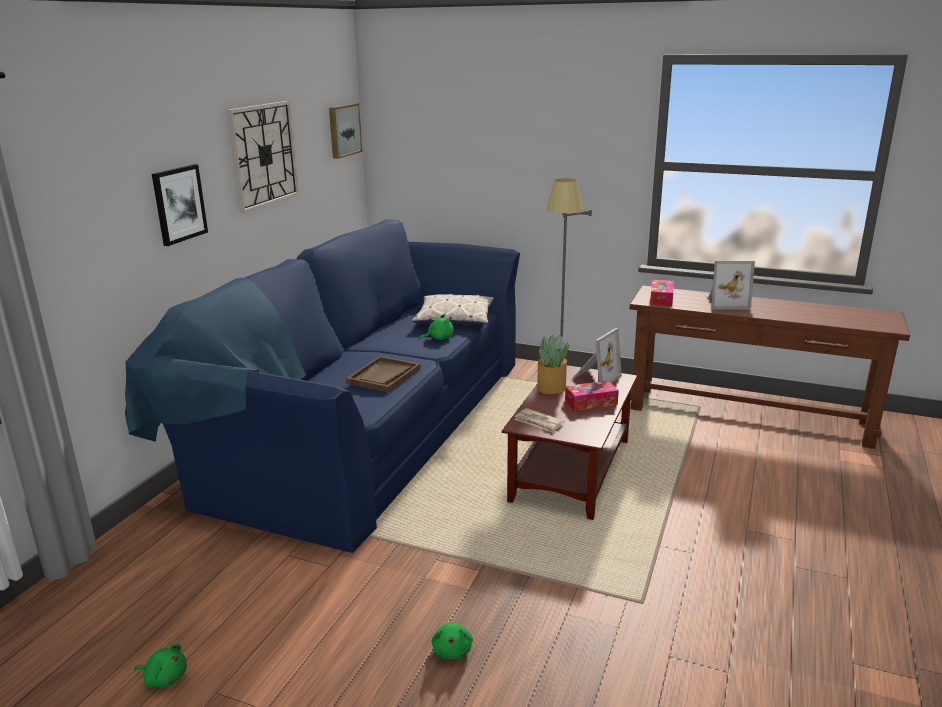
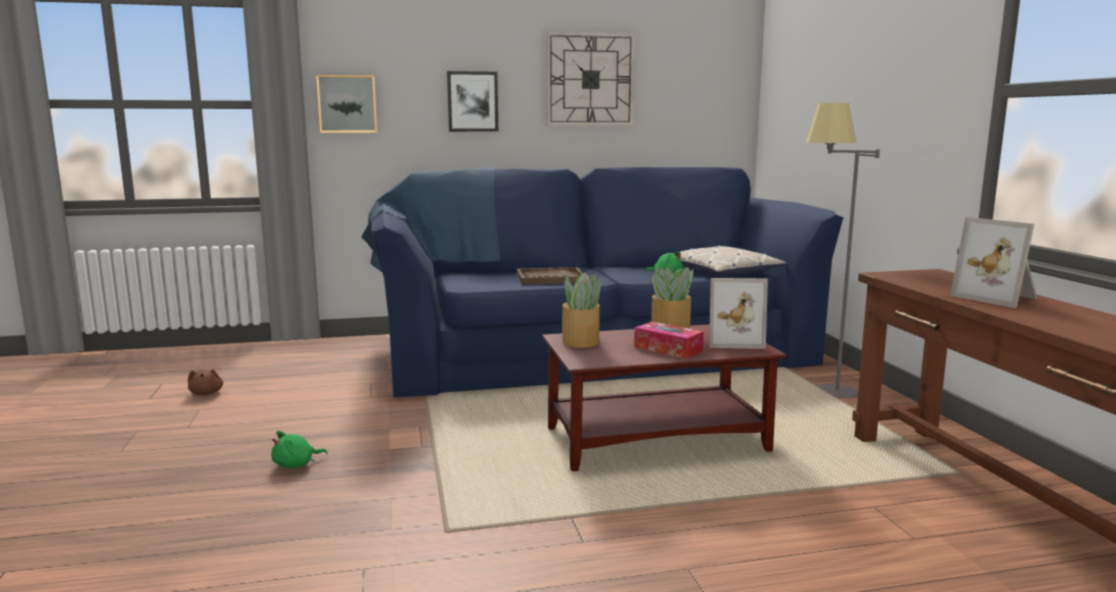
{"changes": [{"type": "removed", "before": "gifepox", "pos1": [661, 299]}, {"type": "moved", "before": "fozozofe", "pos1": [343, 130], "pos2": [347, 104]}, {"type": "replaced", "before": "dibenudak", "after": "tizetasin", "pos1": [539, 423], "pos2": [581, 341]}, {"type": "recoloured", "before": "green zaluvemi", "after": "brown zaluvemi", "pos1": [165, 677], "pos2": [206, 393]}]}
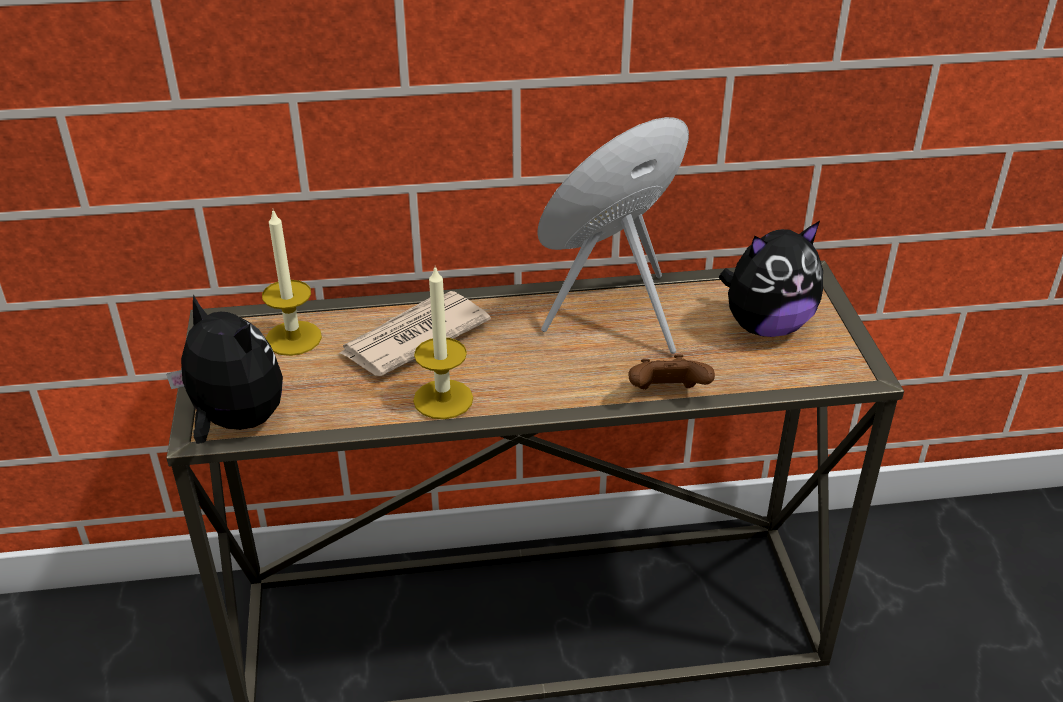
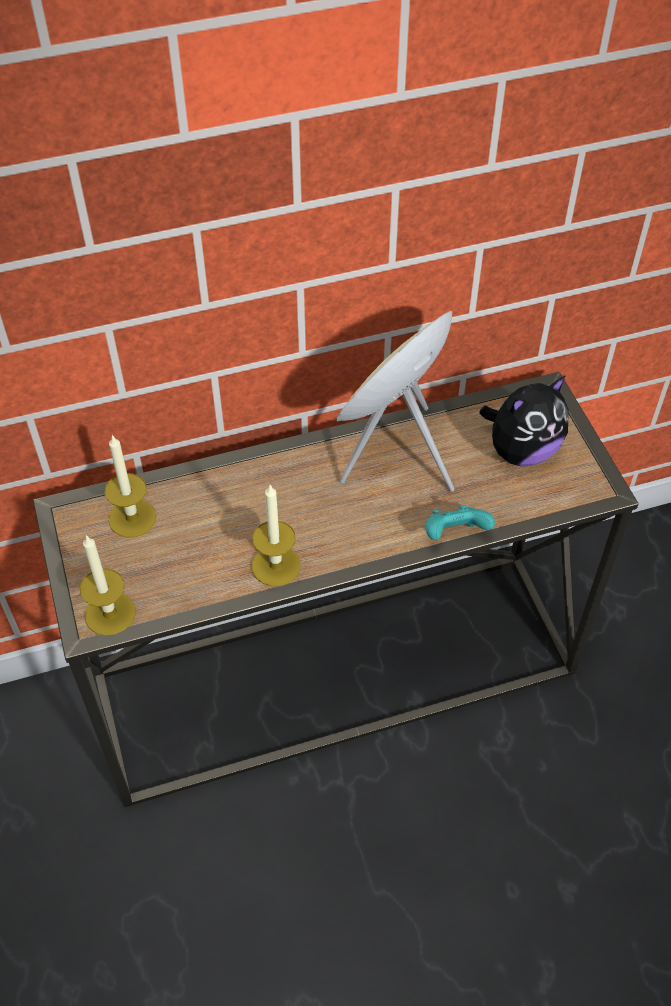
{"changes": [{"type": "removed", "before": "dibenudak", "pos1": [413, 338]}, {"type": "replaced", "before": "zaluvemi", "after": "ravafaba", "pos1": [235, 422], "pos2": [110, 614]}, {"type": "recoloured", "before": "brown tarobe", "after": "turquoise tarobe", "pos1": [667, 395], "pos2": [454, 535]}]}
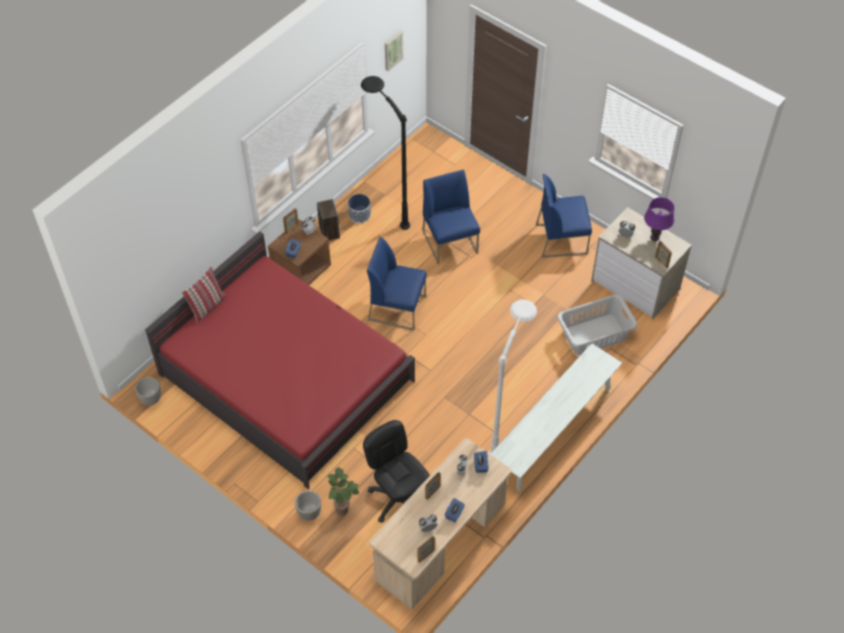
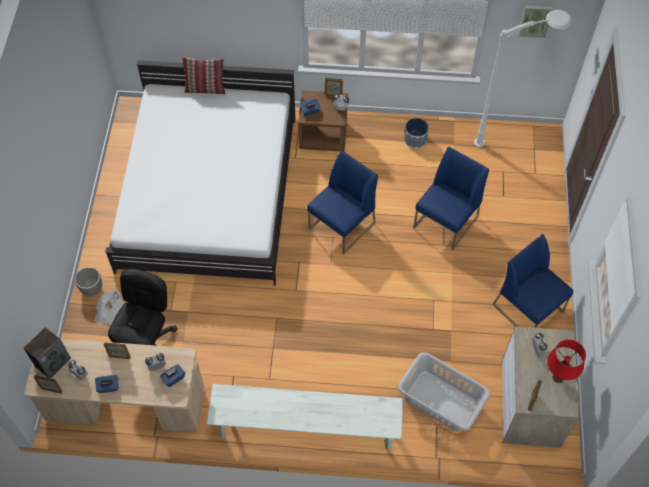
{"changes": [{"type": "removed", "before": "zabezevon", "pos1": [150, 399]}, {"type": "removed", "before": "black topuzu", "pos1": [385, 205]}, {"type": "moved", "before": "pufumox", "pos1": [329, 231], "pos2": [53, 362]}, {"type": "moved", "before": "white topuzu", "pos1": [507, 425], "pos2": [512, 137]}, {"type": "replaced", "before": "tizetasin", "after": "dibenudak", "pos1": [344, 511], "pos2": [110, 312]}, {"type": "recoloured", "before": "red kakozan", "after": "white kakozan", "pos1": [286, 377], "pos2": [209, 191]}, {"type": "recoloured", "before": "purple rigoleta", "after": "red rigoleta", "pos1": [654, 237], "pos2": [557, 377]}, {"type": "turned", "before": "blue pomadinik", "pos1": [397, 307], "pos2": [342, 226], "turn": 60}]}
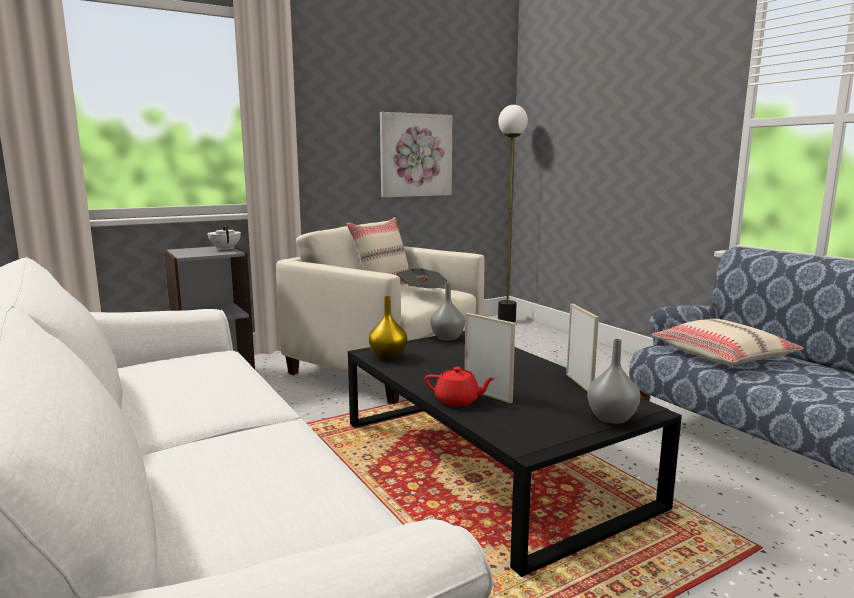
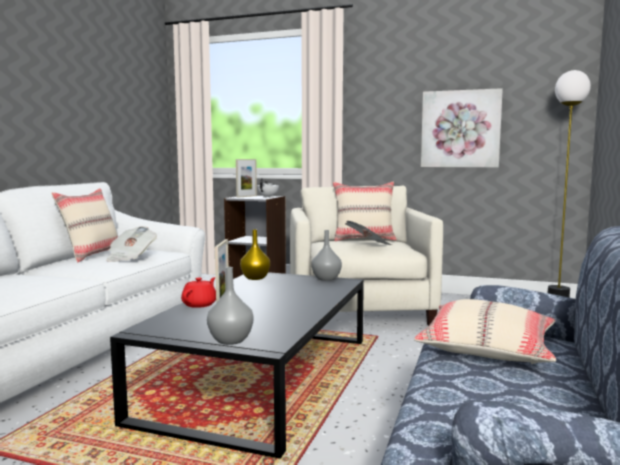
{"changes": [{"type": "added", "after": "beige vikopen", "pos2": [91, 255]}, {"type": "added", "after": "dibenudak", "pos2": [130, 257]}, {"type": "moved", "before": "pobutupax", "pos1": [579, 383], "pos2": [246, 196]}, {"type": "turned", "before": "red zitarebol", "pos1": [458, 401], "pos2": [200, 304], "turn": -135}]}
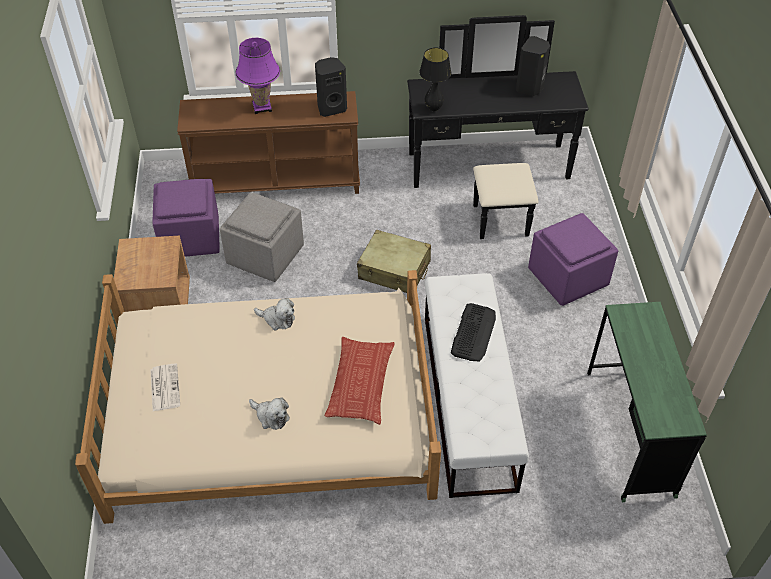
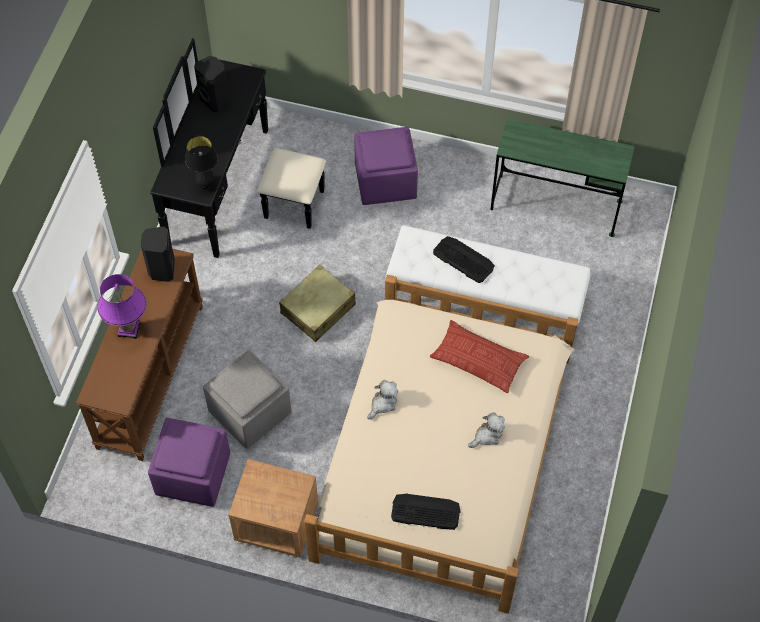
{"changes": [{"type": "replaced", "before": "dibenudak", "after": "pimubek", "pos1": [164, 387], "pos2": [425, 512]}]}
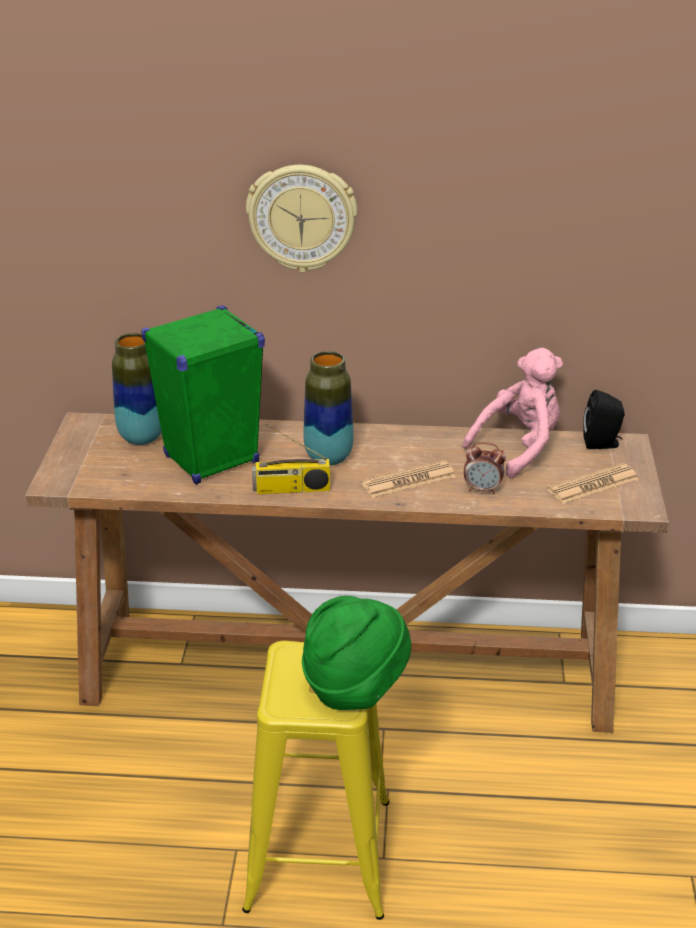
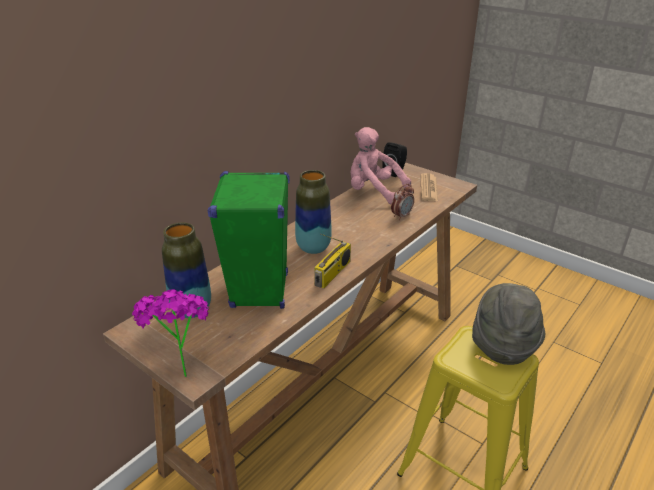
{"changes": [{"type": "removed", "before": "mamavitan", "pos1": [302, 217]}, {"type": "removed", "before": "dibenudak", "pos1": [408, 480]}, {"type": "added", "after": "tizetasin", "pos2": [181, 368]}, {"type": "recoloured", "before": "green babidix", "after": "grey babidix", "pos1": [355, 686], "pos2": [502, 345]}, {"type": "turned", "before": "pink zaluvemi", "pos1": [519, 448], "pos2": [374, 192], "turn": -60}]}
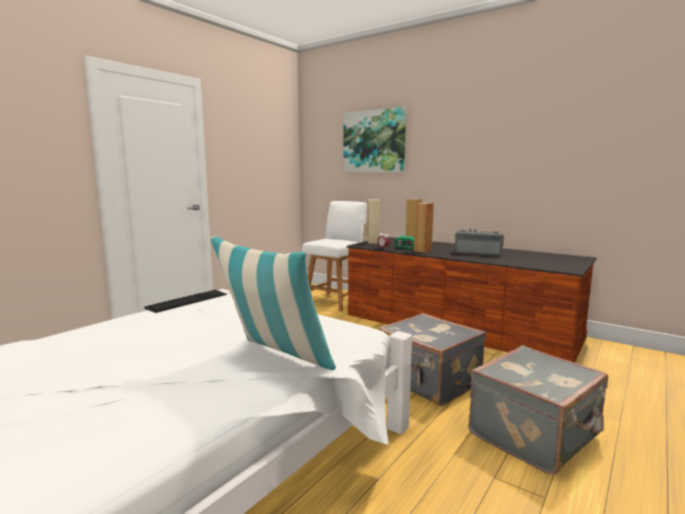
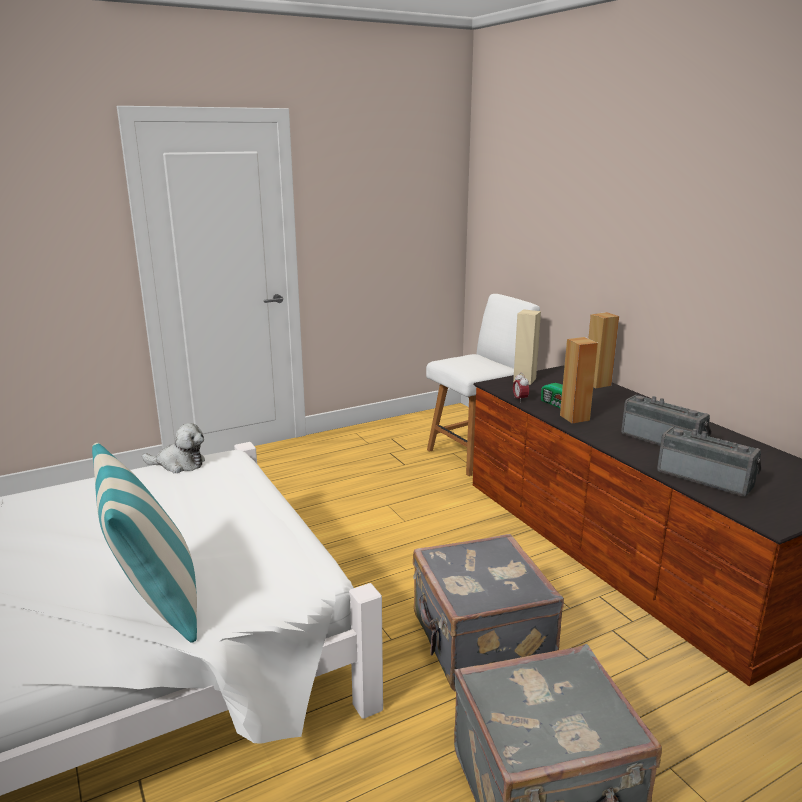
{"changes": [{"type": "removed", "before": "fozozofe", "pos1": [374, 141]}, {"type": "added", "after": "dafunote", "pos2": [705, 478]}, {"type": "replaced", "before": "pimubek", "after": "zaluvemi", "pos1": [188, 301], "pos2": [179, 464]}]}
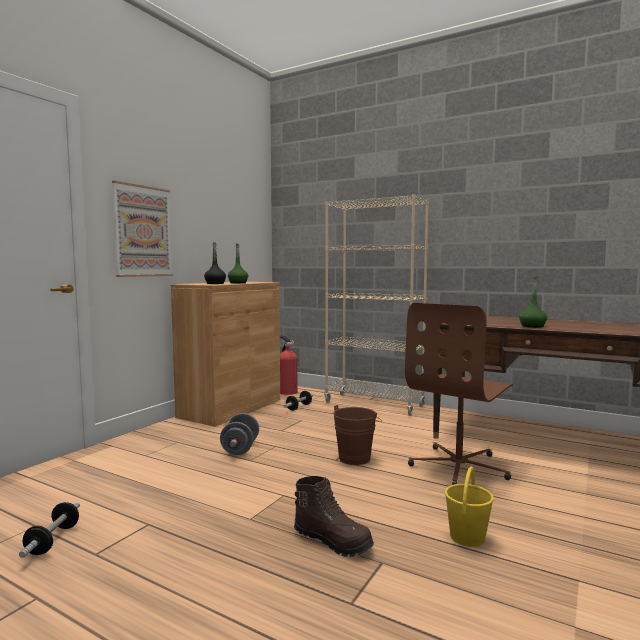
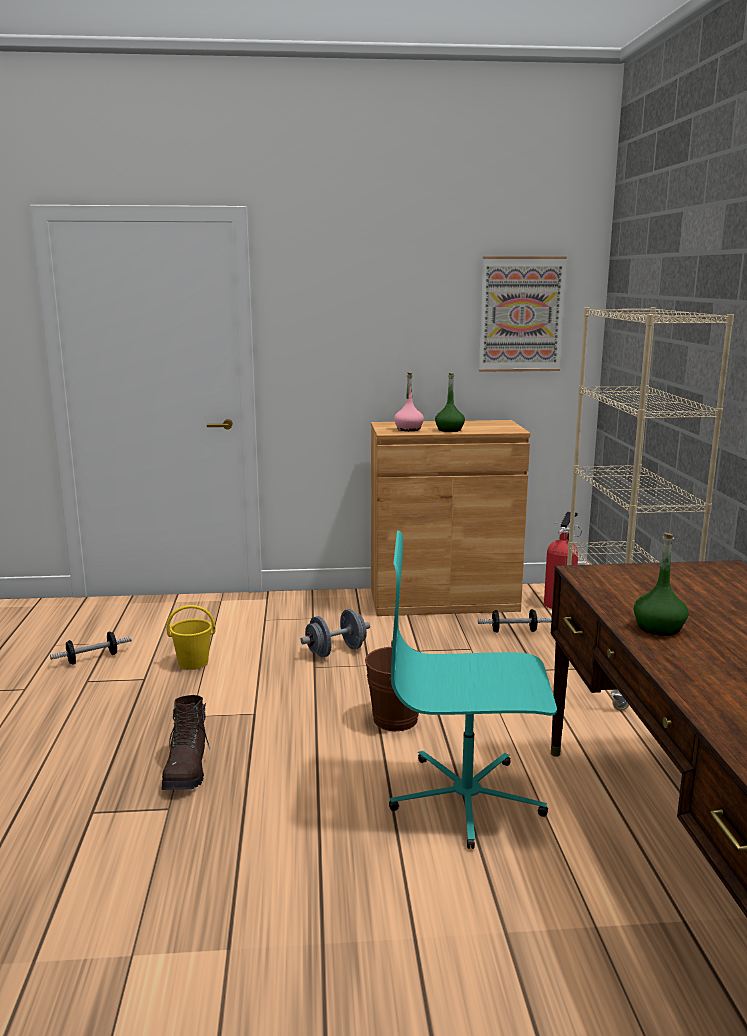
{"changes": [{"type": "moved", "before": "fozozofe", "pos1": [143, 231], "pos2": [521, 314]}, {"type": "moved", "before": "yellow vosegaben", "pos1": [467, 537], "pos2": [194, 663]}, {"type": "recoloured", "before": "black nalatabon", "after": "pink nalatabon", "pos1": [215, 283], "pos2": [409, 429]}, {"type": "recoloured", "before": "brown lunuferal", "after": "turquoise lunuferal", "pos1": [459, 466], "pos2": [467, 798]}]}
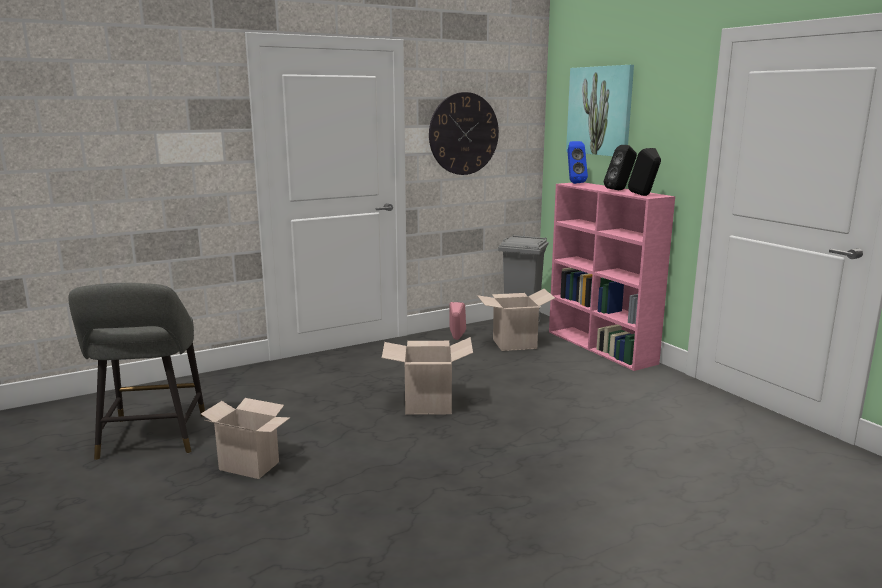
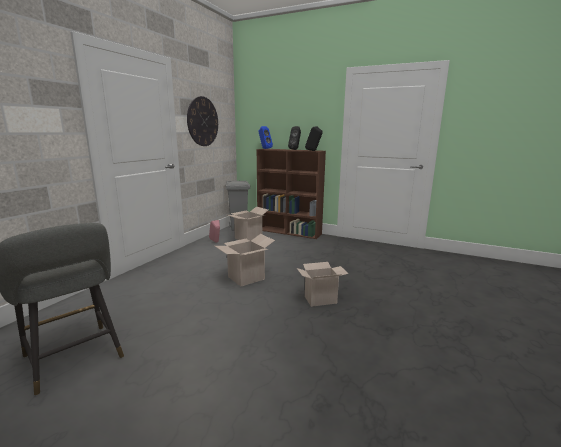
{"changes": [{"type": "removed", "before": "fozozofe", "pos1": [599, 111]}, {"type": "moved", "before": "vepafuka", "pos1": [251, 465], "pos2": [321, 299]}, {"type": "recoloured", "before": "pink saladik", "after": "brown saladik", "pos1": [601, 347], "pos2": [289, 232]}]}
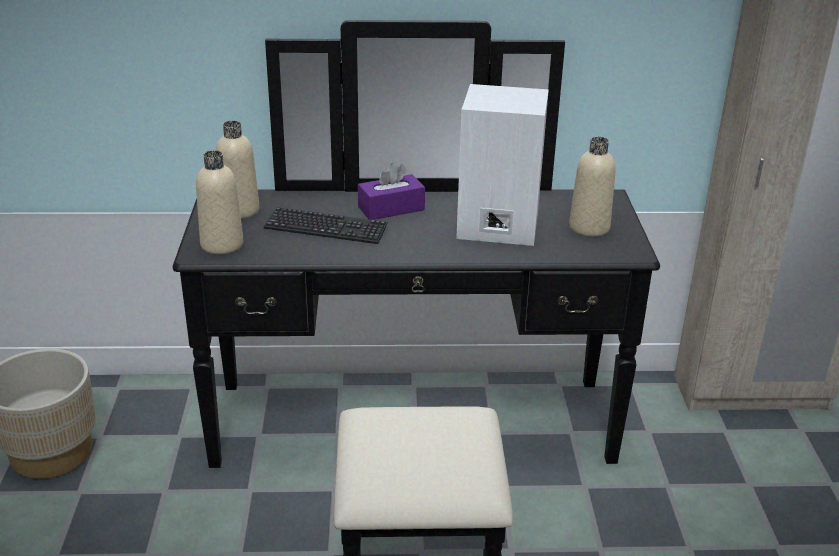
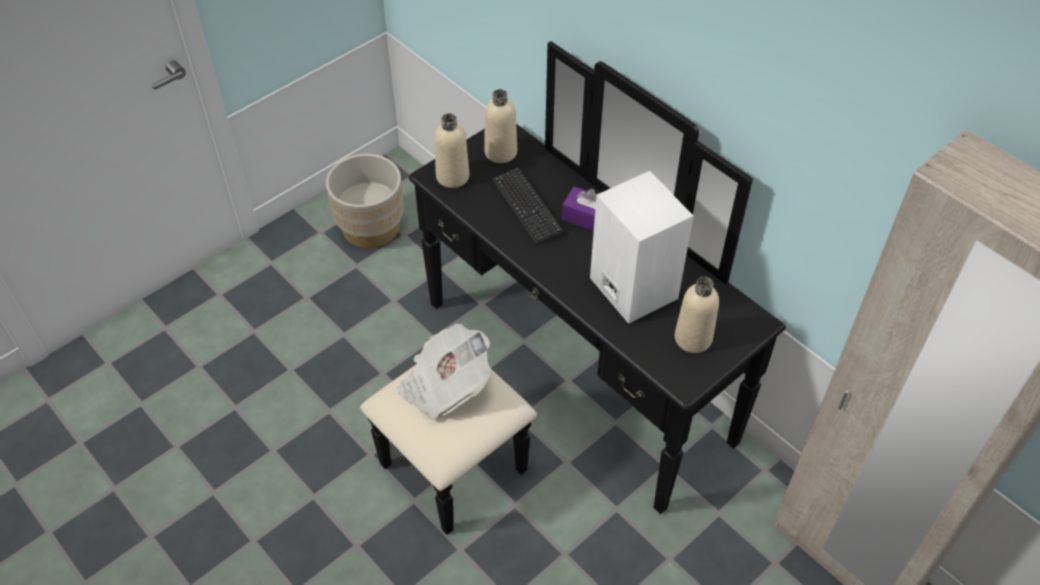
{"changes": [{"type": "added", "after": "dibenudak", "pos2": [445, 385]}]}
